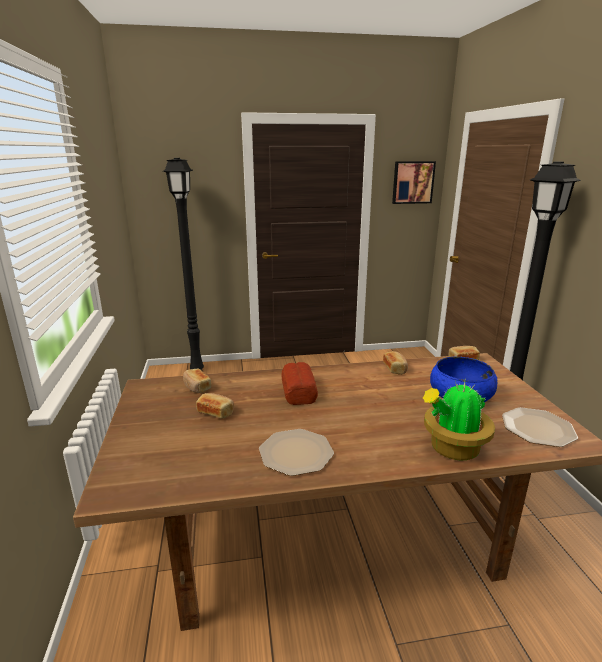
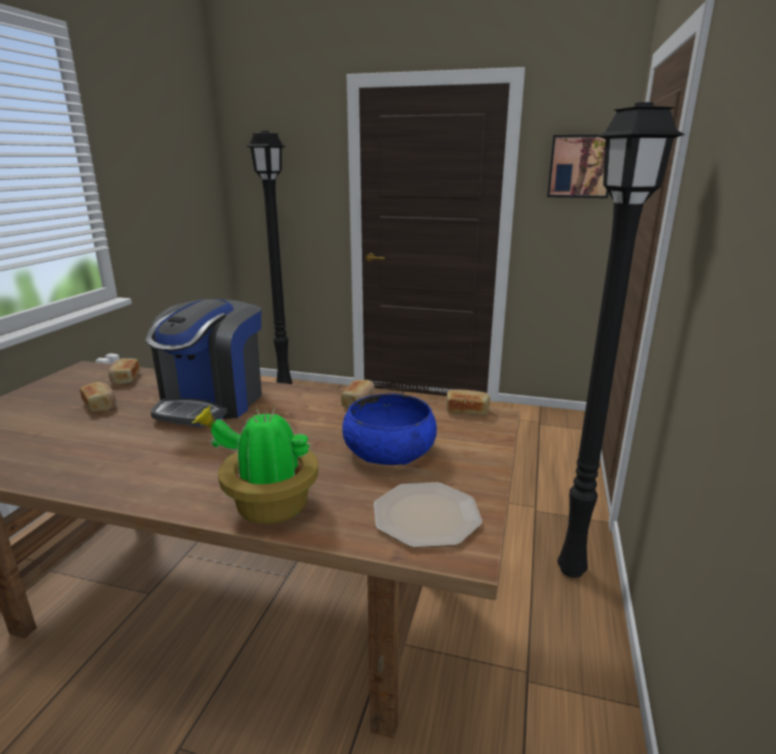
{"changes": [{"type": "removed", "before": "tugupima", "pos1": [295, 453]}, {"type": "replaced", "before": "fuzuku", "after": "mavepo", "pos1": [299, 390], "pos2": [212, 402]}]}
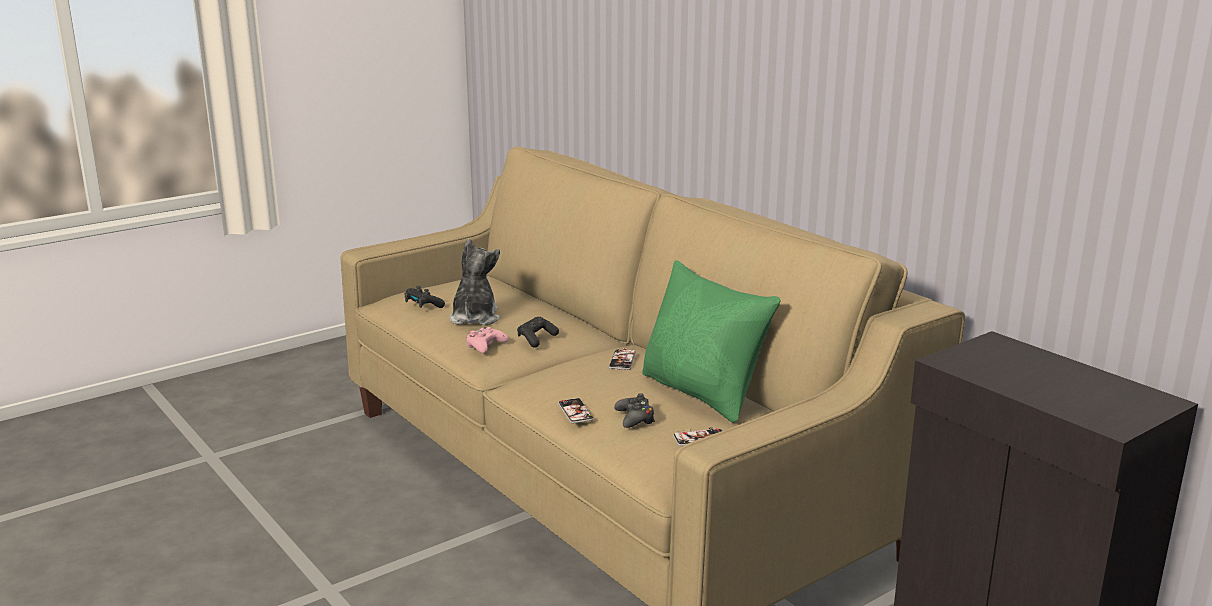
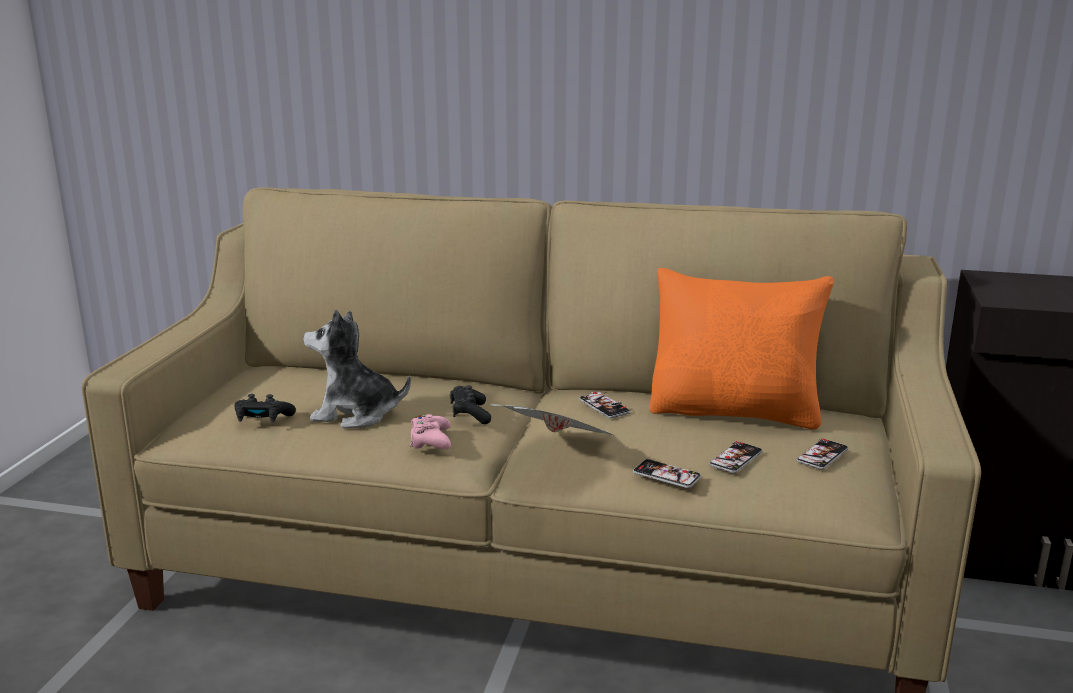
{"changes": [{"type": "added", "after": "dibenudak", "pos2": [558, 451]}, {"type": "replaced", "before": "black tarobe", "after": "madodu", "pos1": [635, 418], "pos2": [736, 458]}, {"type": "recoloured", "before": "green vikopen", "after": "orange vikopen", "pos1": [703, 393], "pos2": [735, 412]}, {"type": "turned", "before": "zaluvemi", "pos1": [474, 318], "pos2": [355, 414], "turn": -45}]}
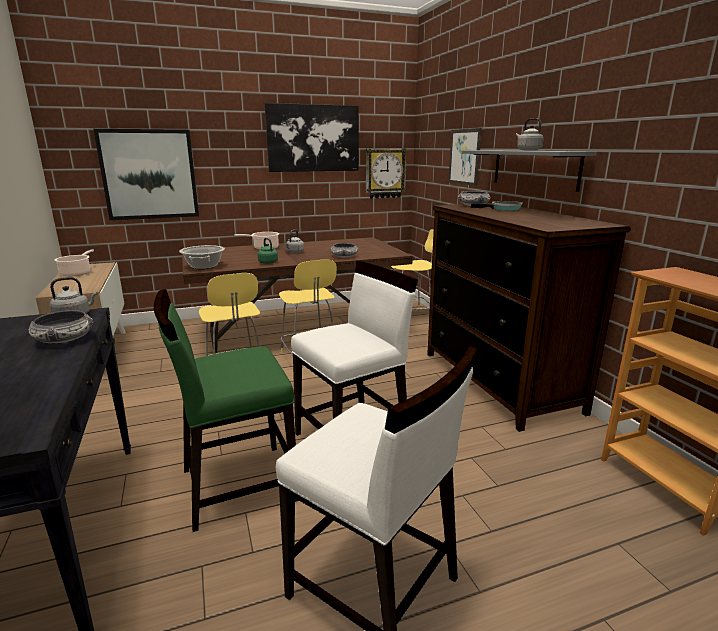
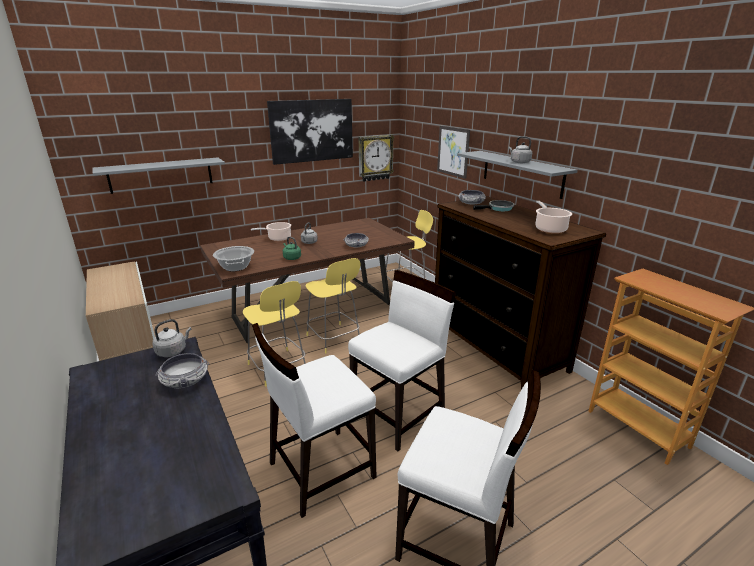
{"changes": [{"type": "moved", "before": "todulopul", "pos1": [77, 273], "pos2": [549, 229]}, {"type": "replaced", "before": "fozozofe", "after": "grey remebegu", "pos1": [149, 174], "pos2": [161, 175]}, {"type": "recoloured", "before": "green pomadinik", "after": "white pomadinik", "pos1": [237, 484], "pos2": [320, 470]}]}
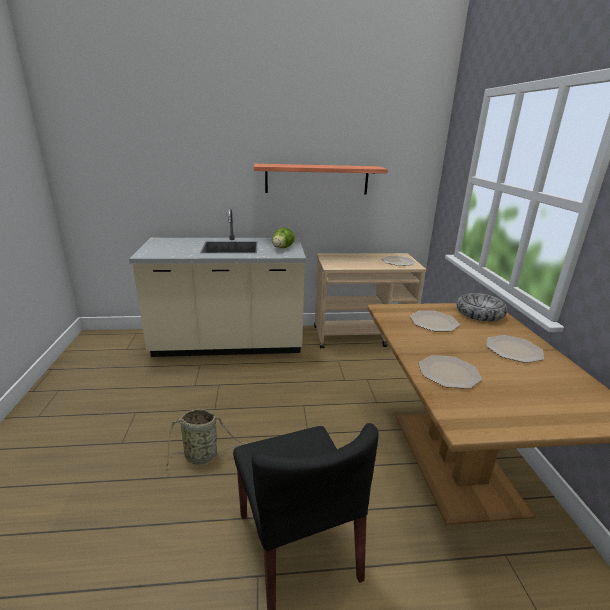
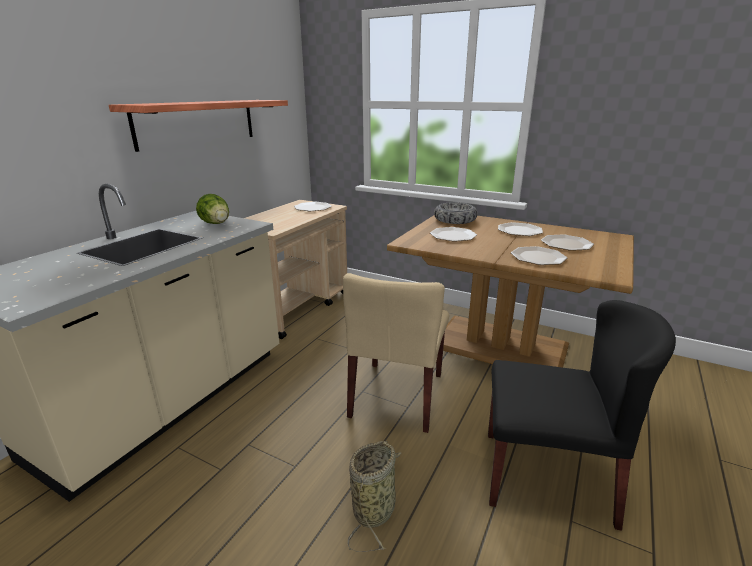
{"changes": [{"type": "added", "after": "beige pomadinik", "pos2": [397, 395]}, {"type": "added", "after": "tugupima", "pos2": [567, 244]}]}
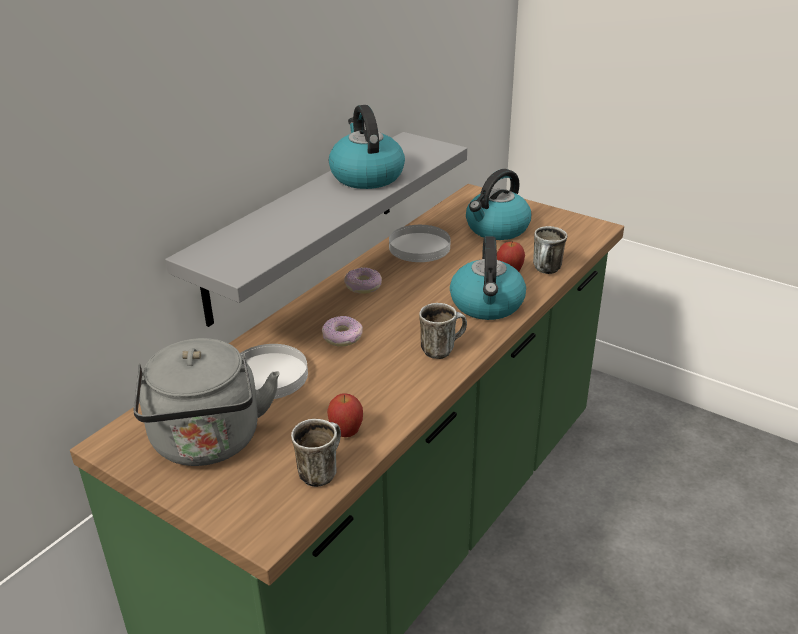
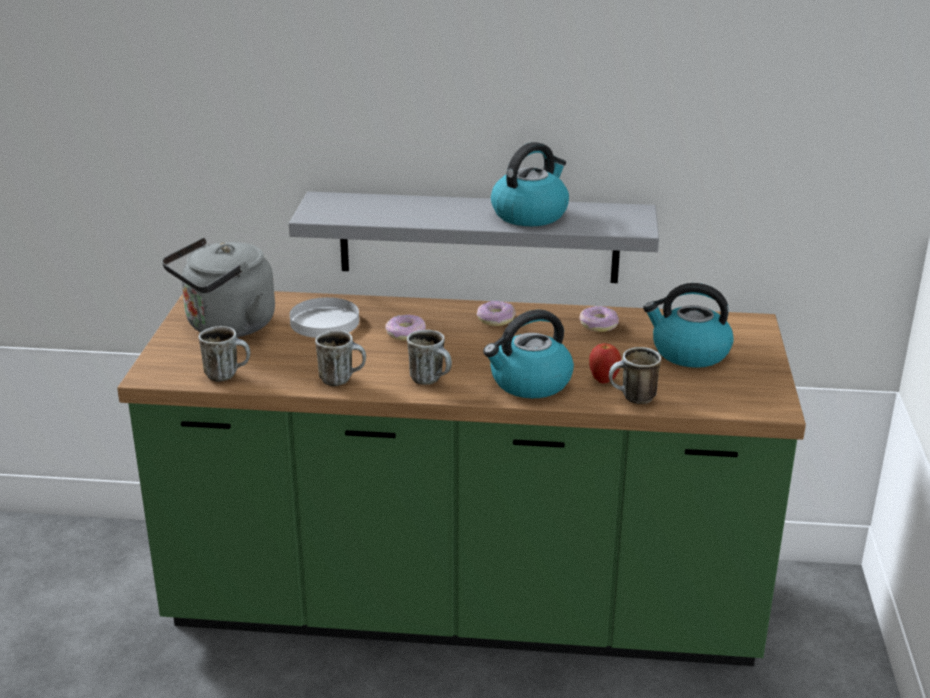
{"changes": [{"type": "removed", "before": "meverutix", "pos1": [346, 433]}, {"type": "added", "after": "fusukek", "pos2": [342, 379]}, {"type": "replaced", "before": "white tugupima", "after": "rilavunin", "pos1": [420, 247], "pos2": [598, 325]}]}
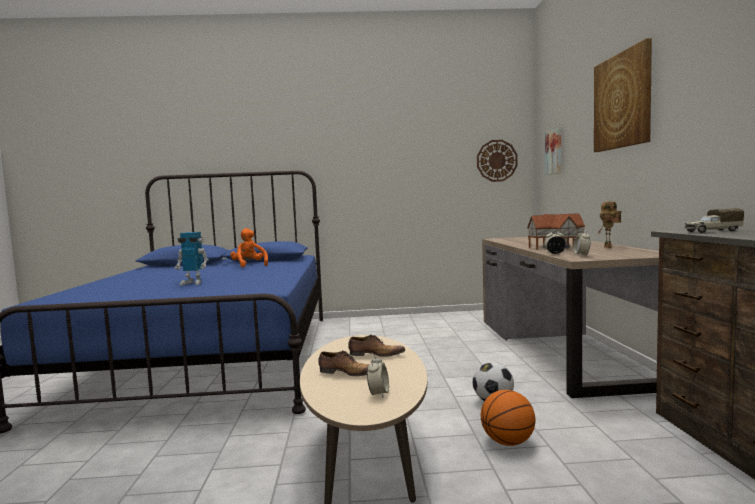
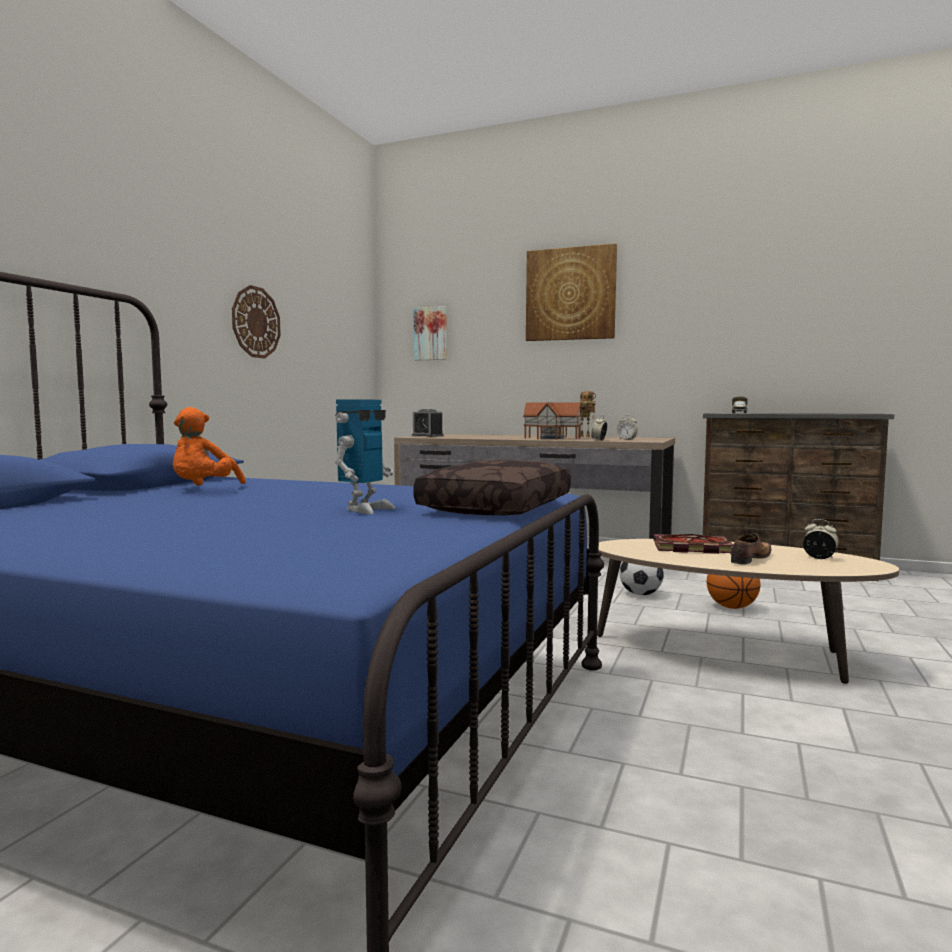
{"changes": [{"type": "added", "after": "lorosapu", "pos2": [427, 436]}, {"type": "added", "after": "brown vikopen", "pos2": [495, 507]}, {"type": "moved", "before": "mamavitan", "pos1": [496, 160], "pos2": [256, 322]}, {"type": "replaced", "before": "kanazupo", "after": "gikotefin", "pos1": [375, 355], "pos2": [690, 547]}, {"type": "turned", "before": "orange zaluvemi", "pos1": [249, 265], "pos2": [203, 490], "turn": -75}]}
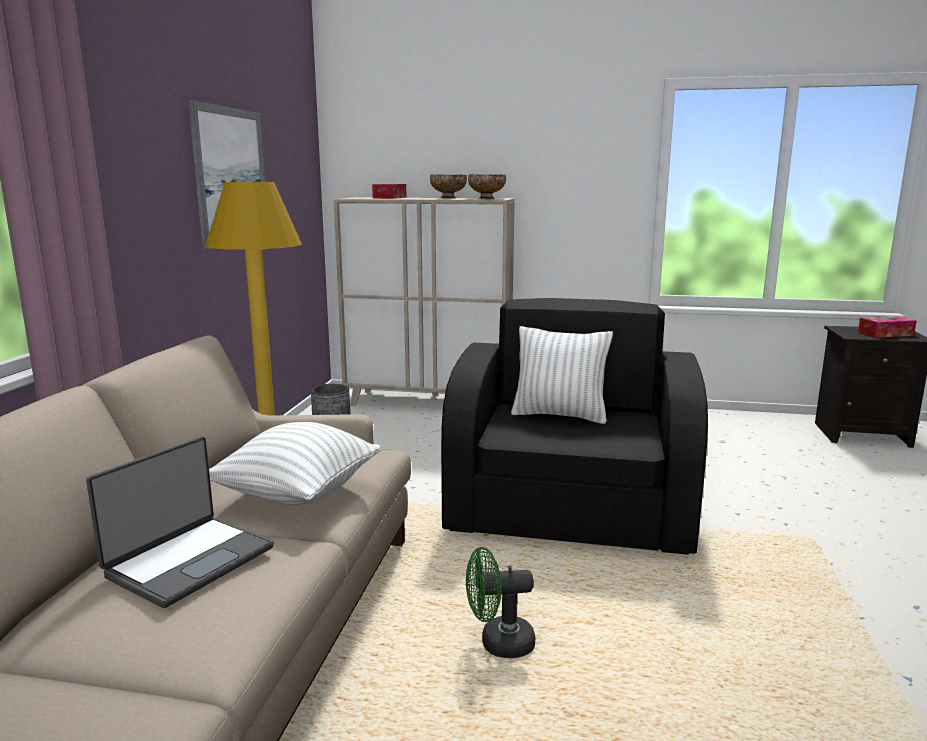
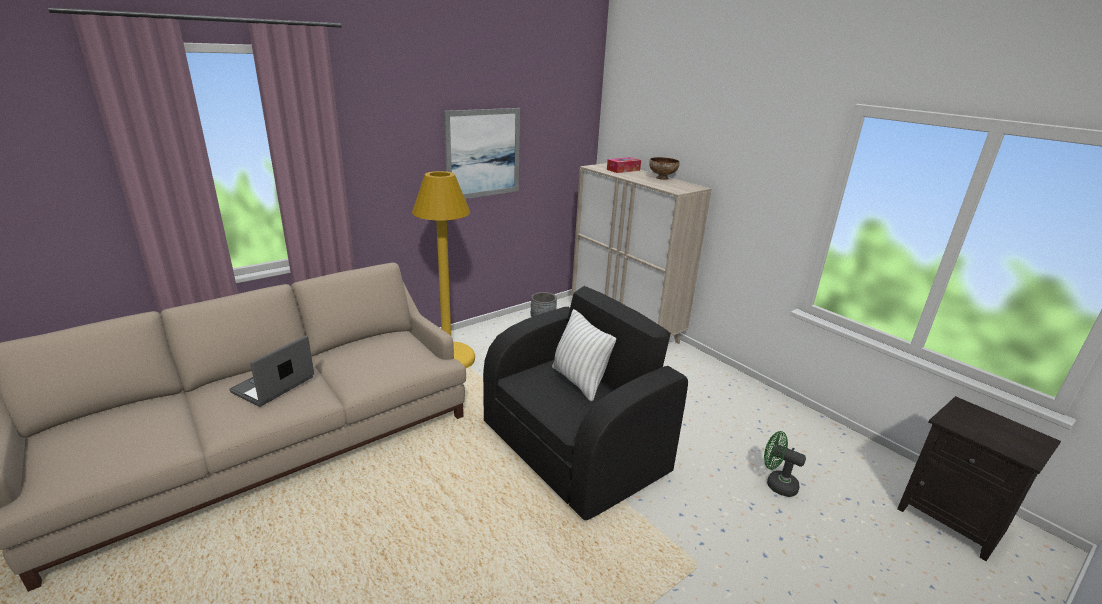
{"changes": [{"type": "removed", "before": "white vikopen", "pos1": [298, 494]}, {"type": "removed", "before": "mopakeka", "pos1": [486, 198]}, {"type": "removed", "before": "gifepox", "pos1": [885, 334]}, {"type": "moved", "before": "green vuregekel", "pos1": [498, 643], "pos2": [776, 484]}, {"type": "turned", "before": "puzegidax", "pos1": [189, 561], "pos2": [274, 385], "turn": 135}]}
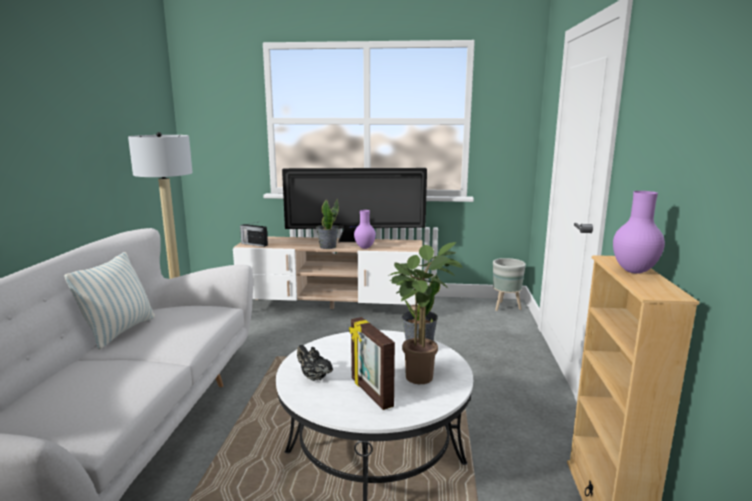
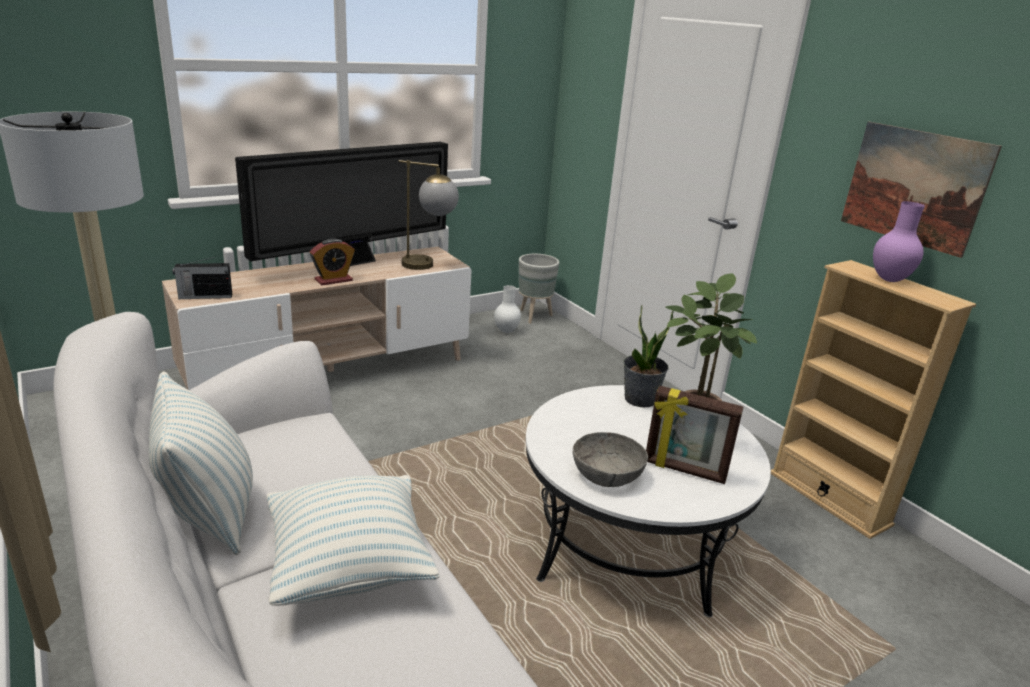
{"changes": [{"type": "removed", "before": "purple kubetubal", "pos1": [365, 248]}, {"type": "added", "after": "vikopen", "pos2": [349, 567]}, {"type": "added", "after": "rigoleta", "pos2": [428, 266]}, {"type": "added", "after": "white kubetubal", "pos2": [507, 331]}, {"type": "added", "after": "fozozofe", "pos2": [914, 187]}, {"type": "replaced", "before": "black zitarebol", "after": "grey mopakeka", "pos1": [314, 377], "pos2": [606, 475]}, {"type": "replaced", "before": "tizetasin", "after": "lorosapu", "pos1": [327, 247], "pos2": [333, 280]}]}
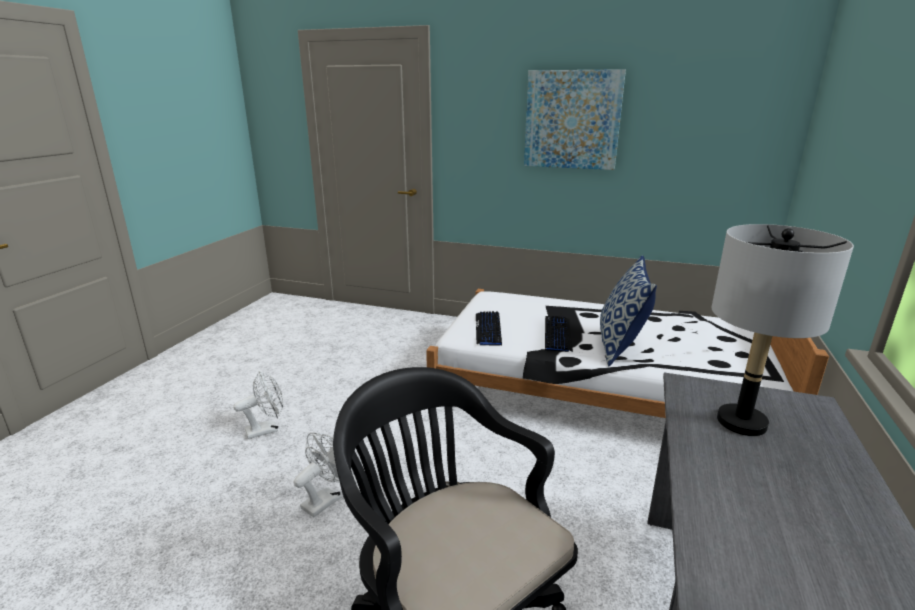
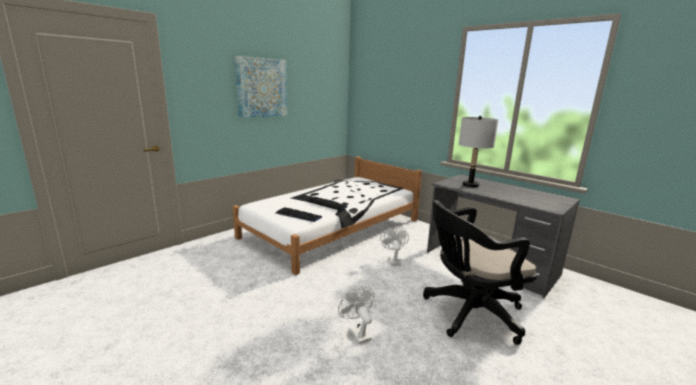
{"changes": [{"type": "removed", "before": "vikopen", "pos1": [620, 347]}, {"type": "moved", "before": "white vuregekel", "pos1": [267, 429], "pos2": [393, 260]}]}
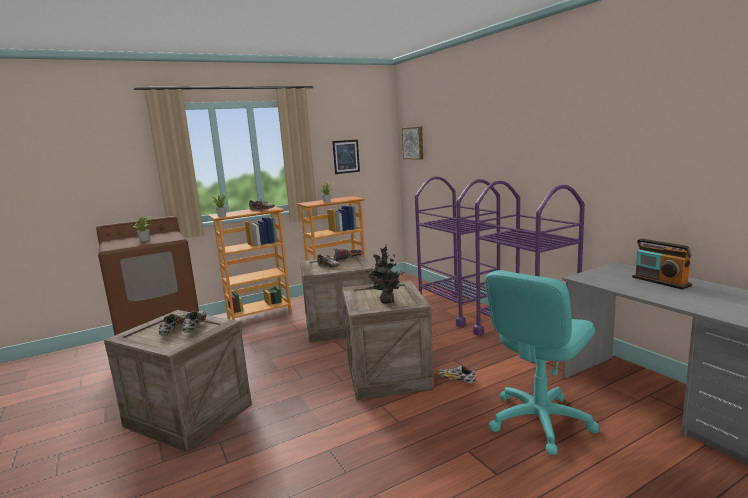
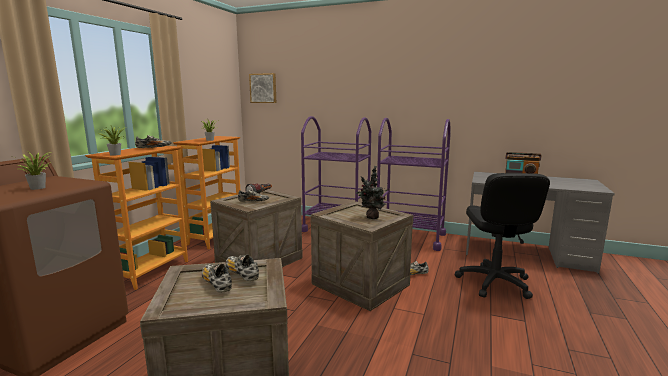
{"changes": [{"type": "removed", "before": "fozozofe", "pos1": [346, 156]}, {"type": "recoloured", "before": "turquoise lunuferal", "after": "black lunuferal", "pos1": [539, 421], "pos2": [494, 283]}]}
